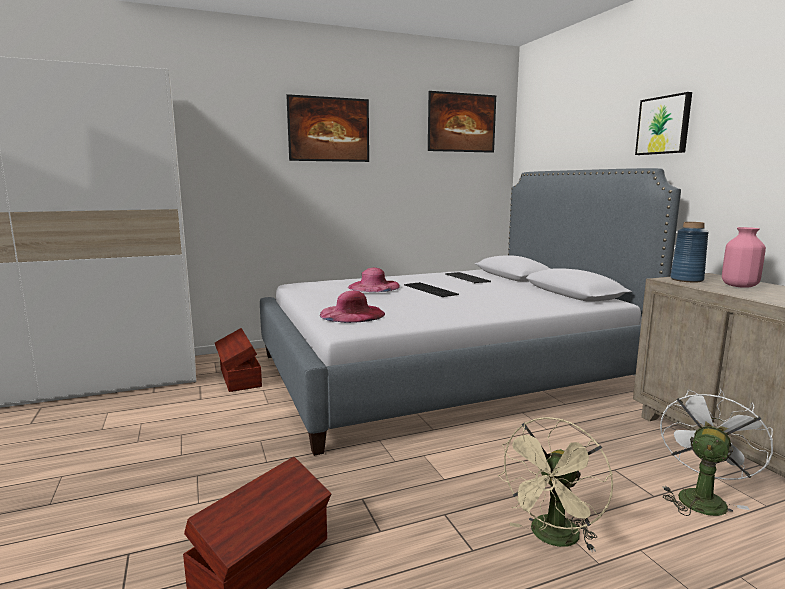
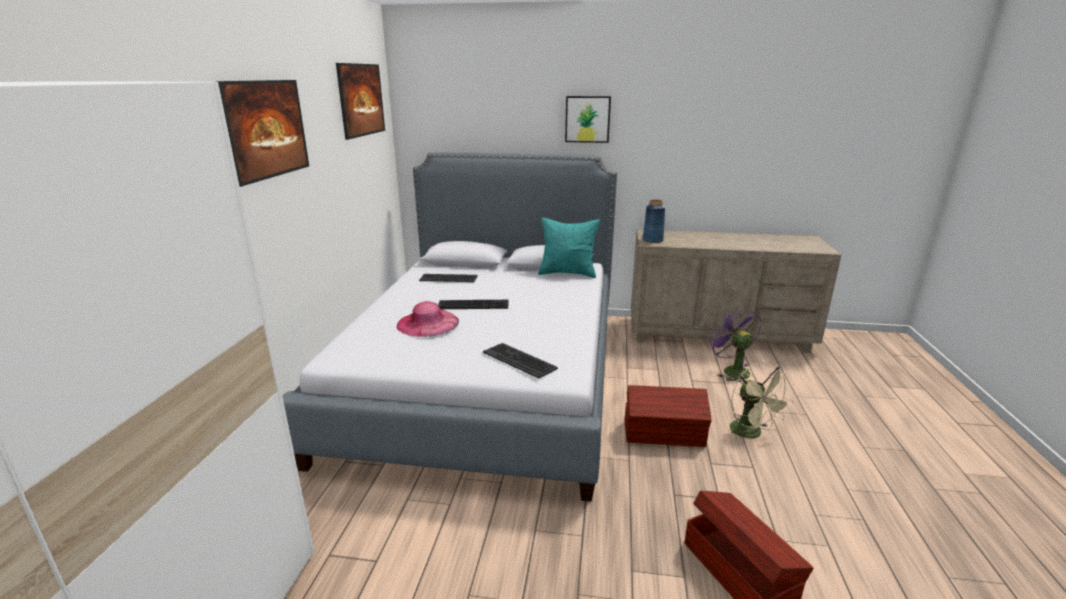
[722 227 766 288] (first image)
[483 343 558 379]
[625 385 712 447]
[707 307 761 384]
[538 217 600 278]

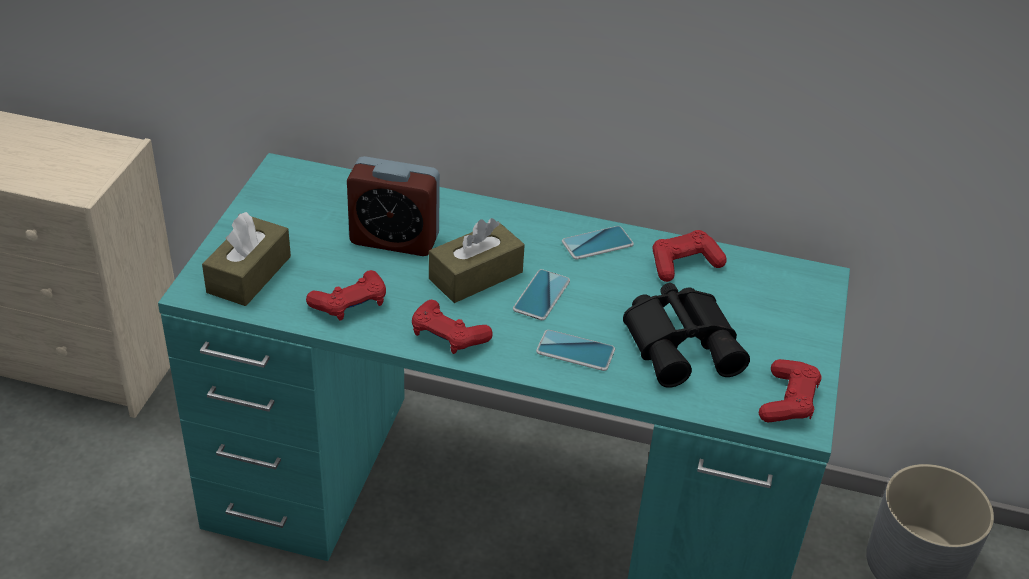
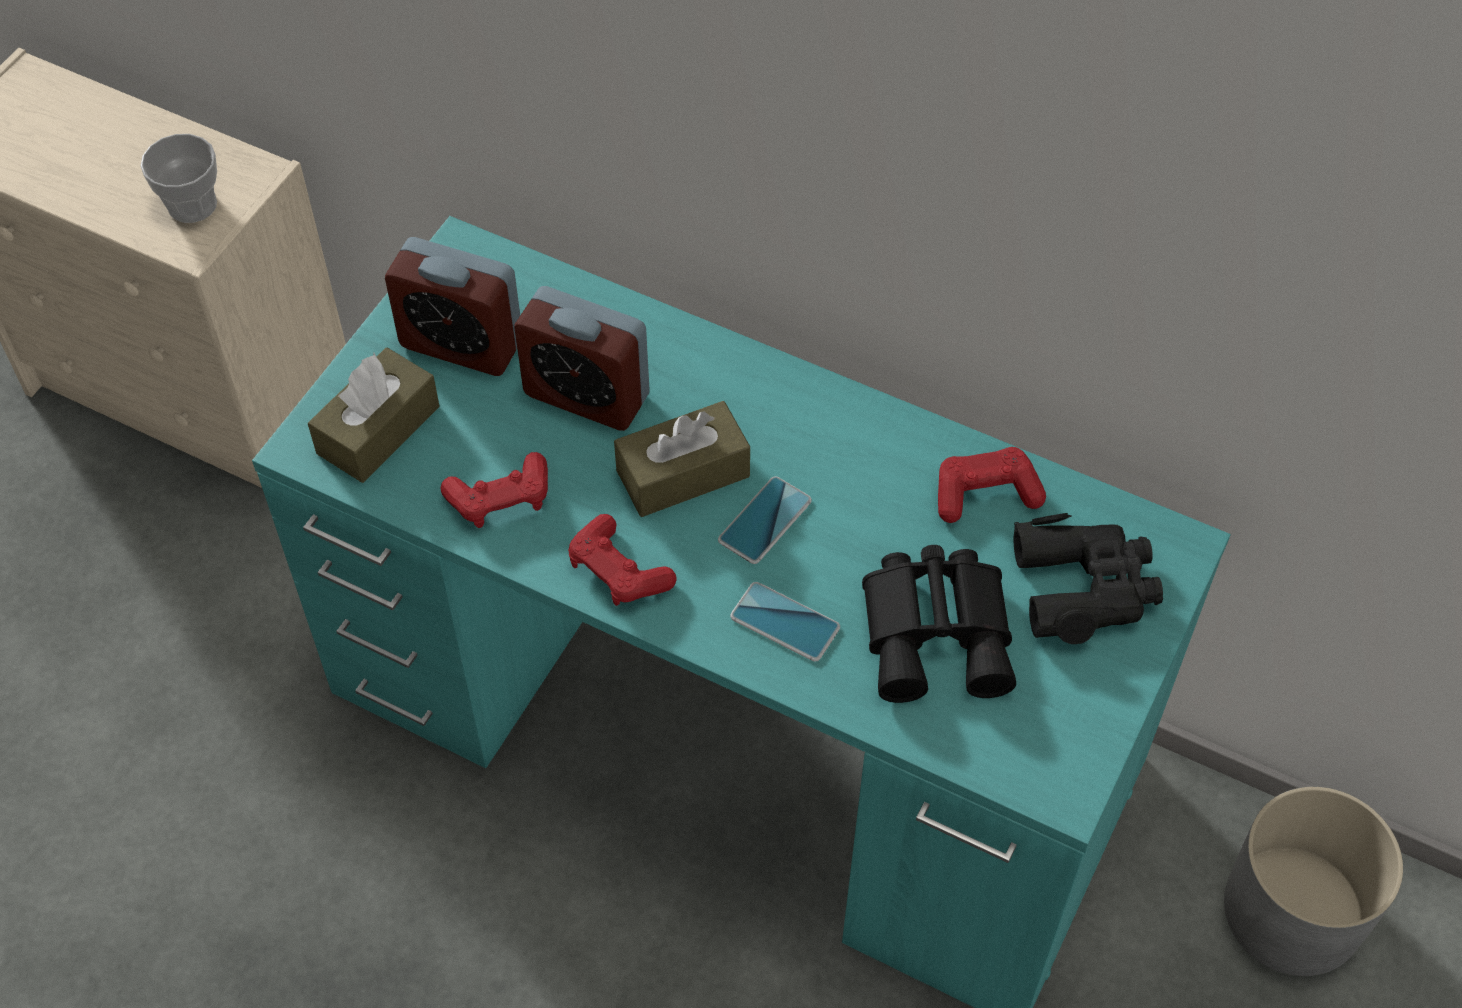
[562 226 634 259] (first image)
[759 359 822 422] (first image)
[141 134 217 223]
[385 237 520 376]
[1014 513 1163 644]

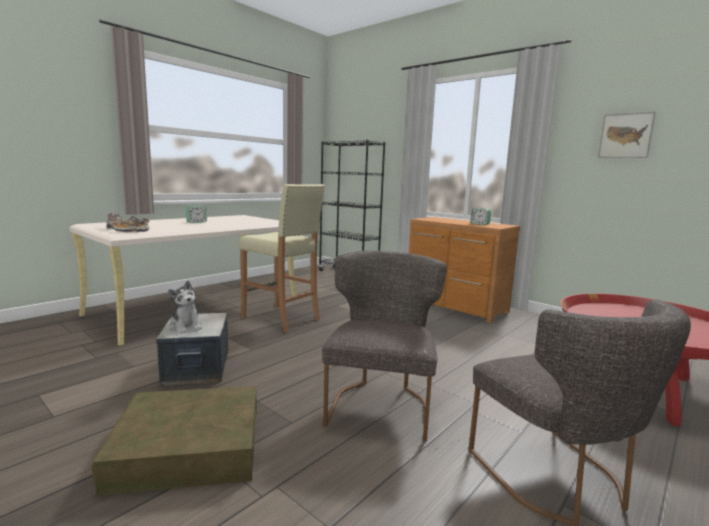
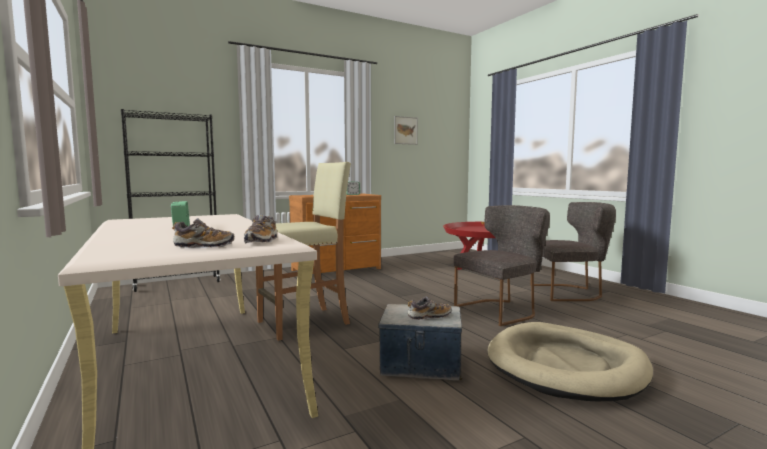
[453 205 550 326]
[408 297 451 320]
[487 322 653 401]

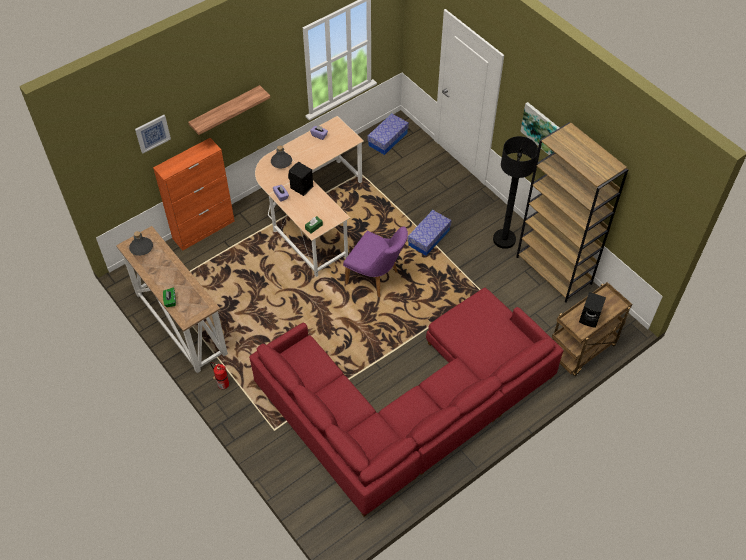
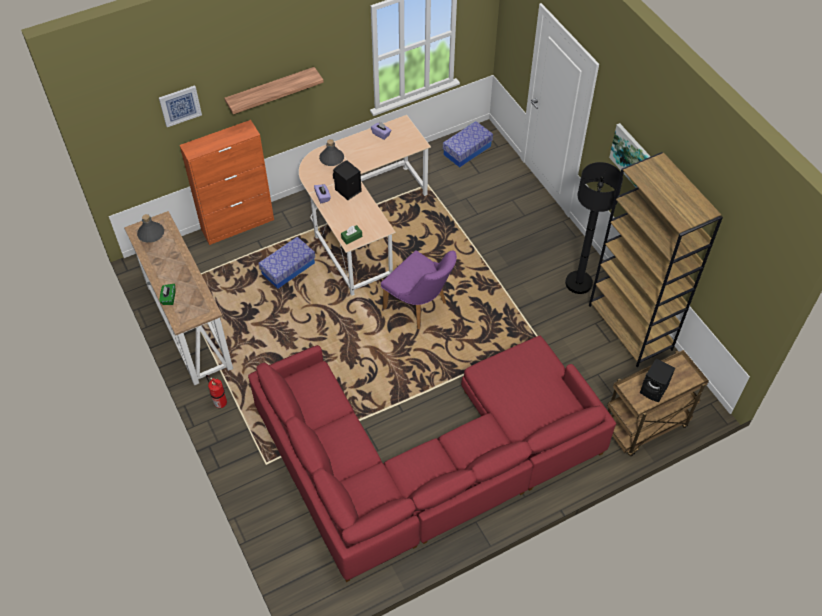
[258 237 315 289]

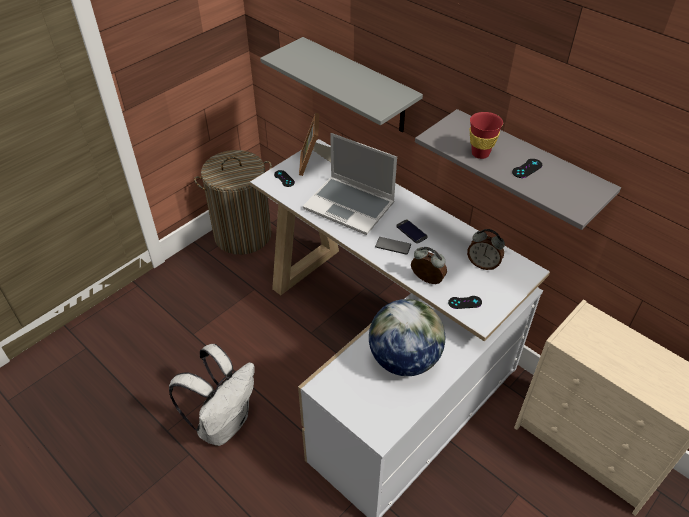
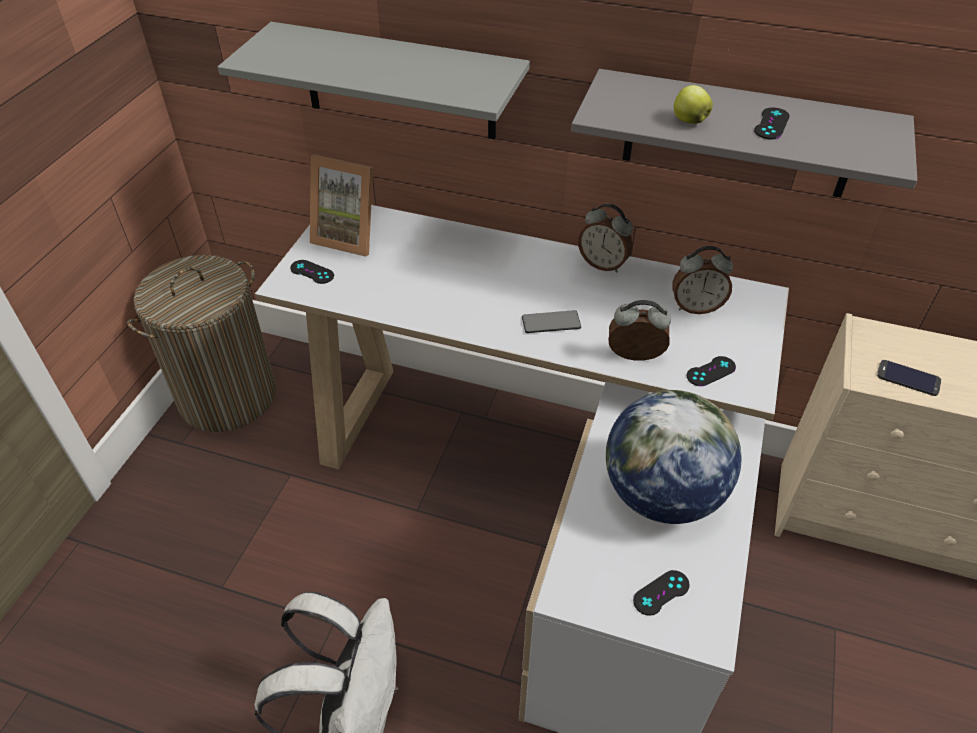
[674 85 713 124]
[310 155 373 257]
[303 133 397 235] (first image)
[877 360 941 396]
[578 203 633 273]
[633 570 690 616]

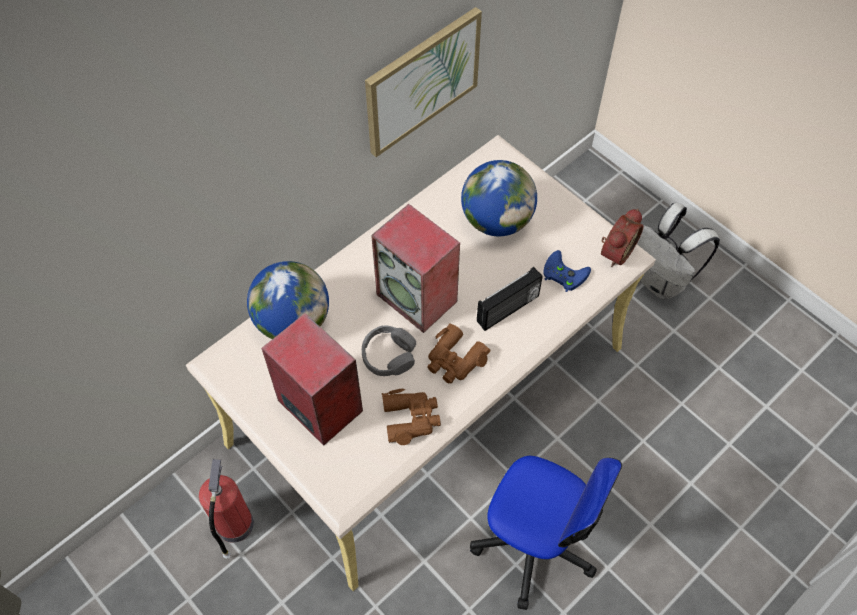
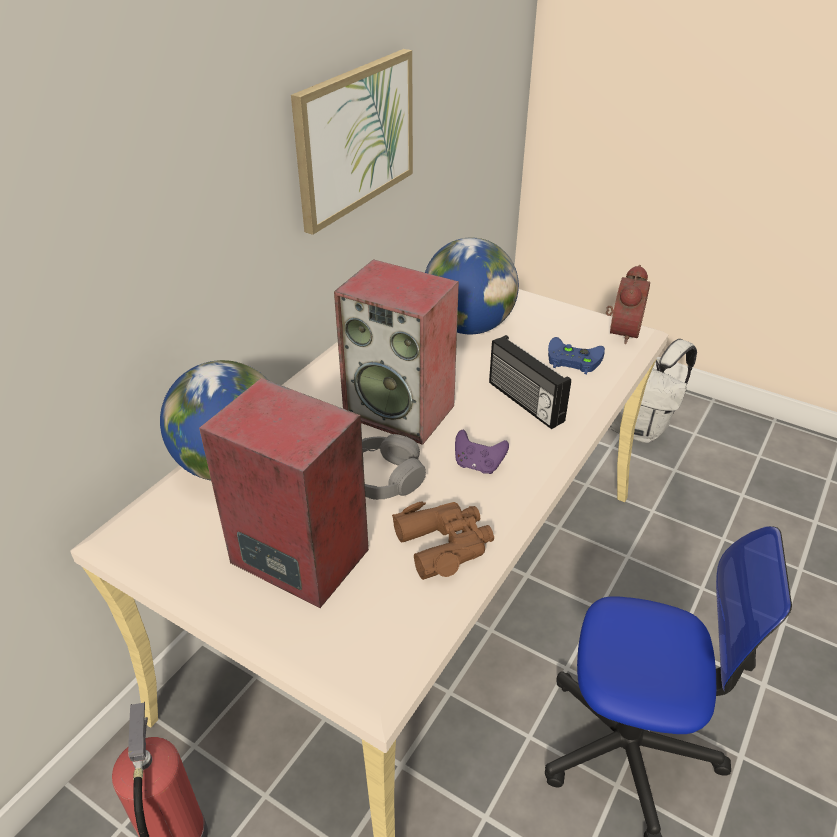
[489 335 571 429]
[455 430 509 474]

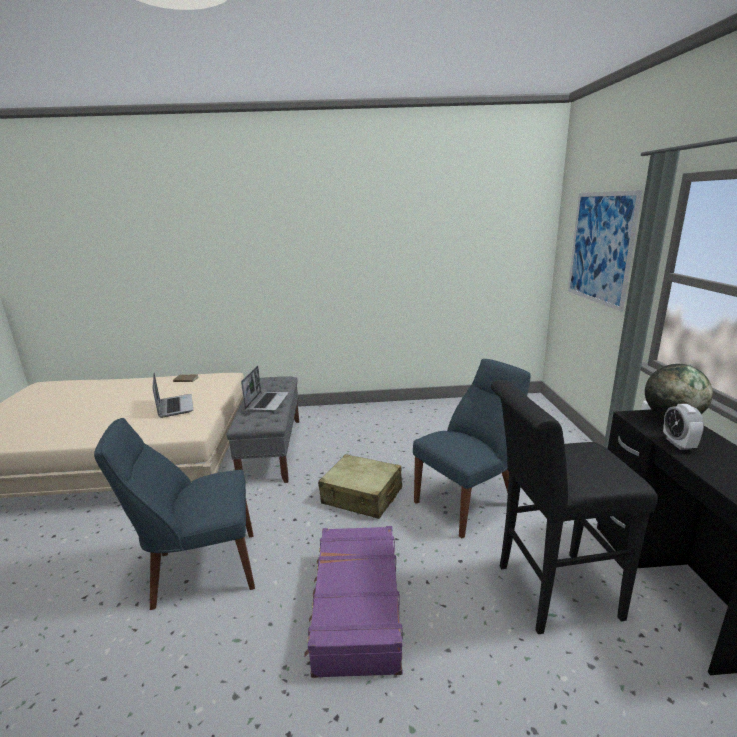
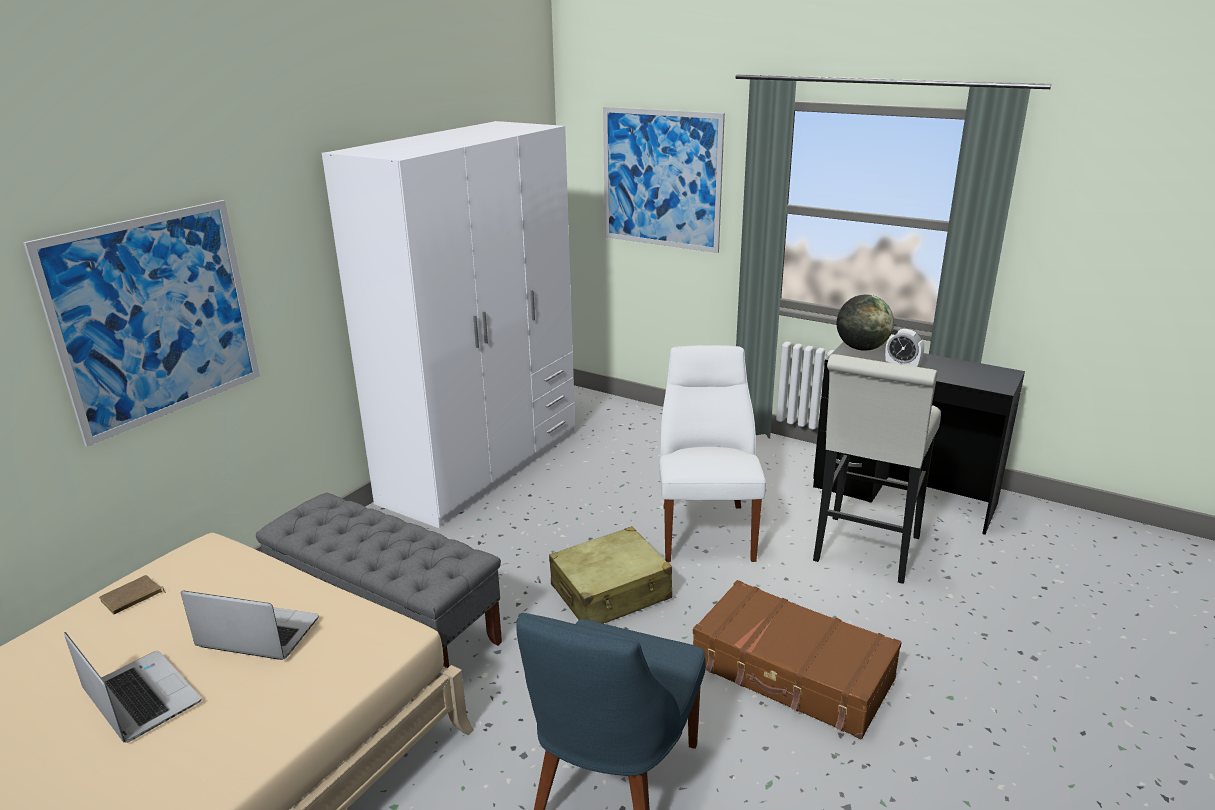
[659 345 766 562]
[64 632 201 743]
[813 354 941 584]
[693 580 902 739]
[322 121 575 528]
[23 200 260 447]

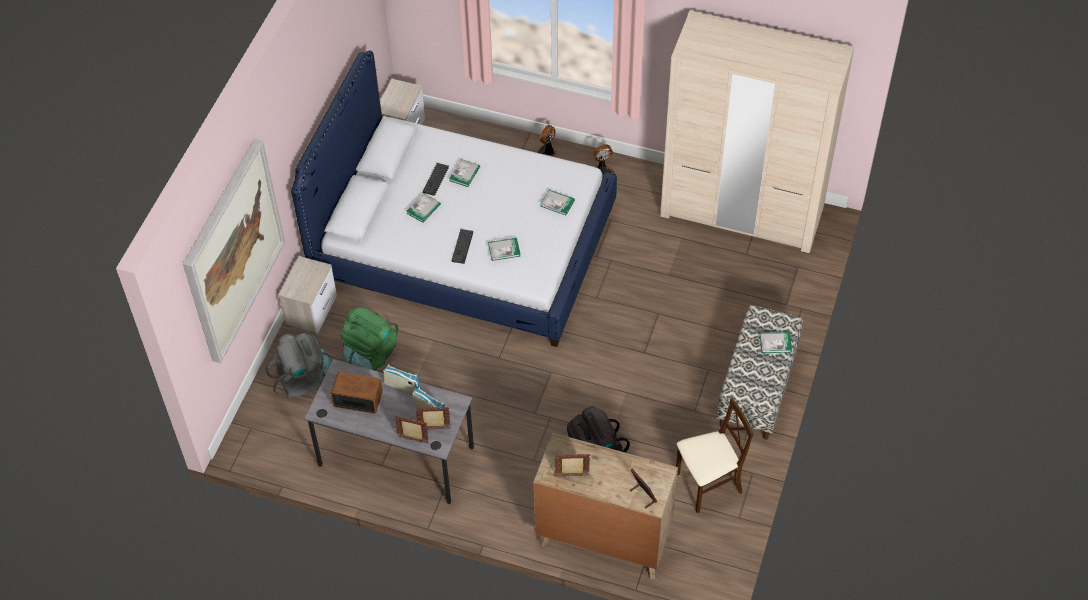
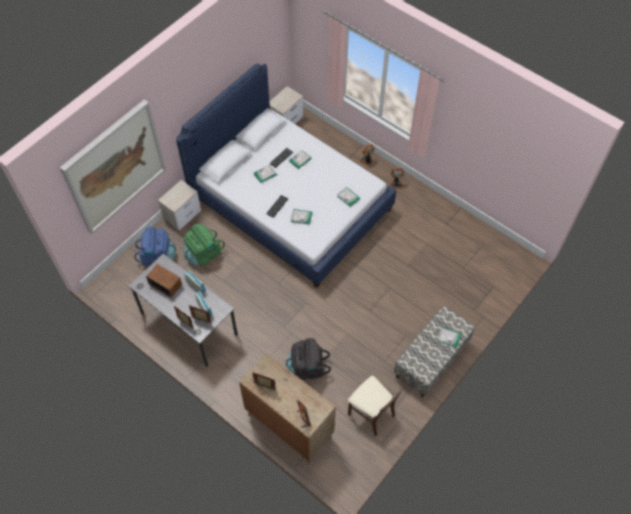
[660 10 854 253] (first image)
[134 227 176 266]
[348 376 403 436]

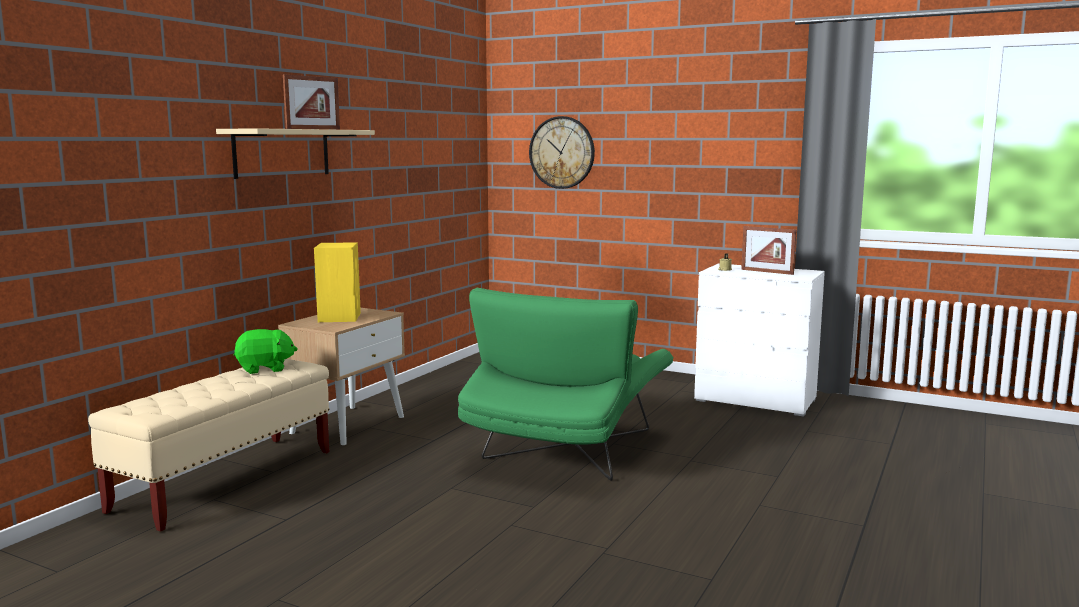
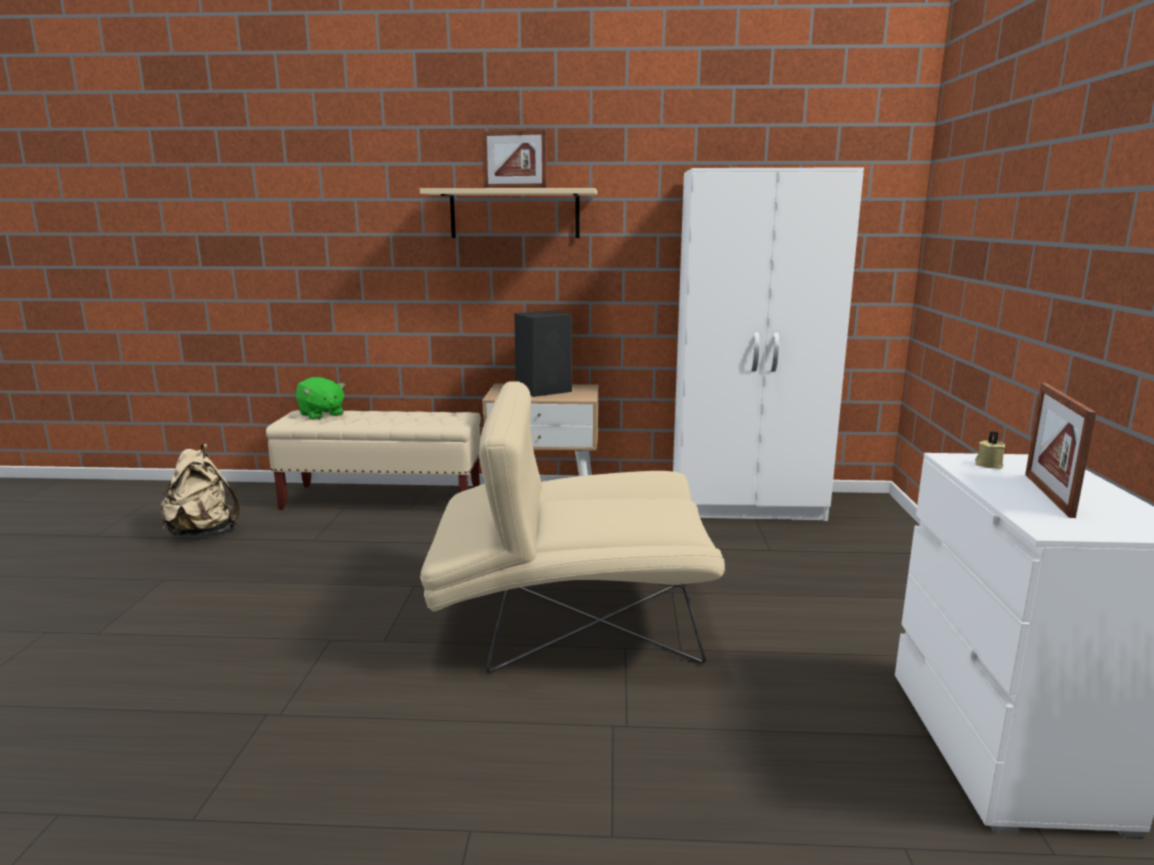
[529 116 595 189] (first image)
[514 311 572 397]
[420 381 725 674]
[296 377 345 420]
[673 167 864 521]
[160 444 240 537]

